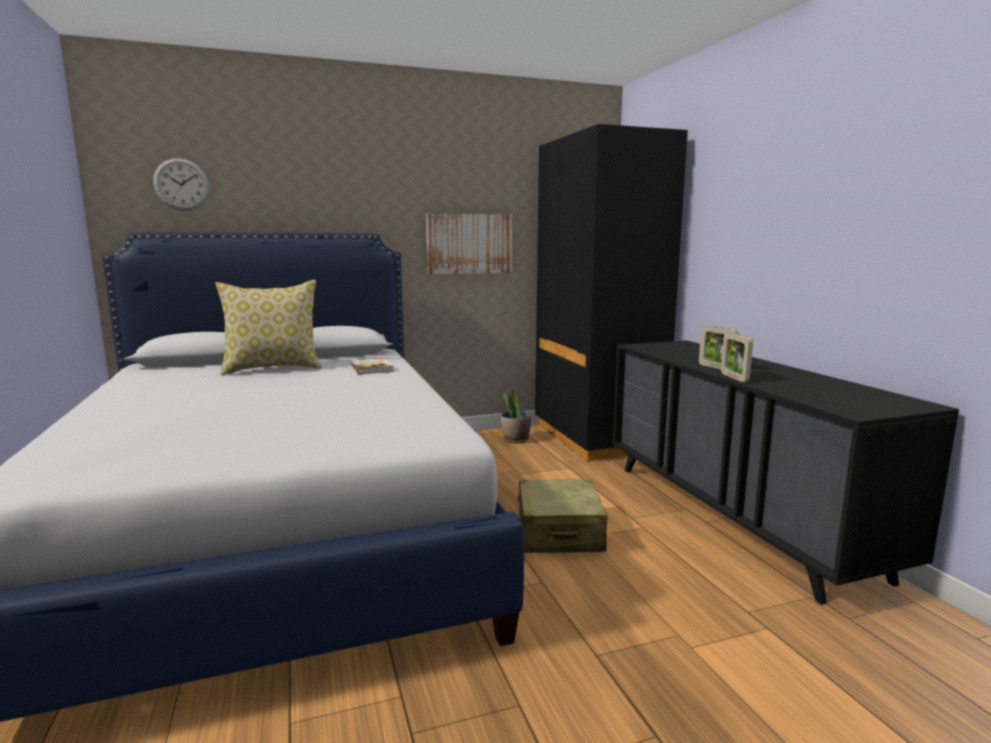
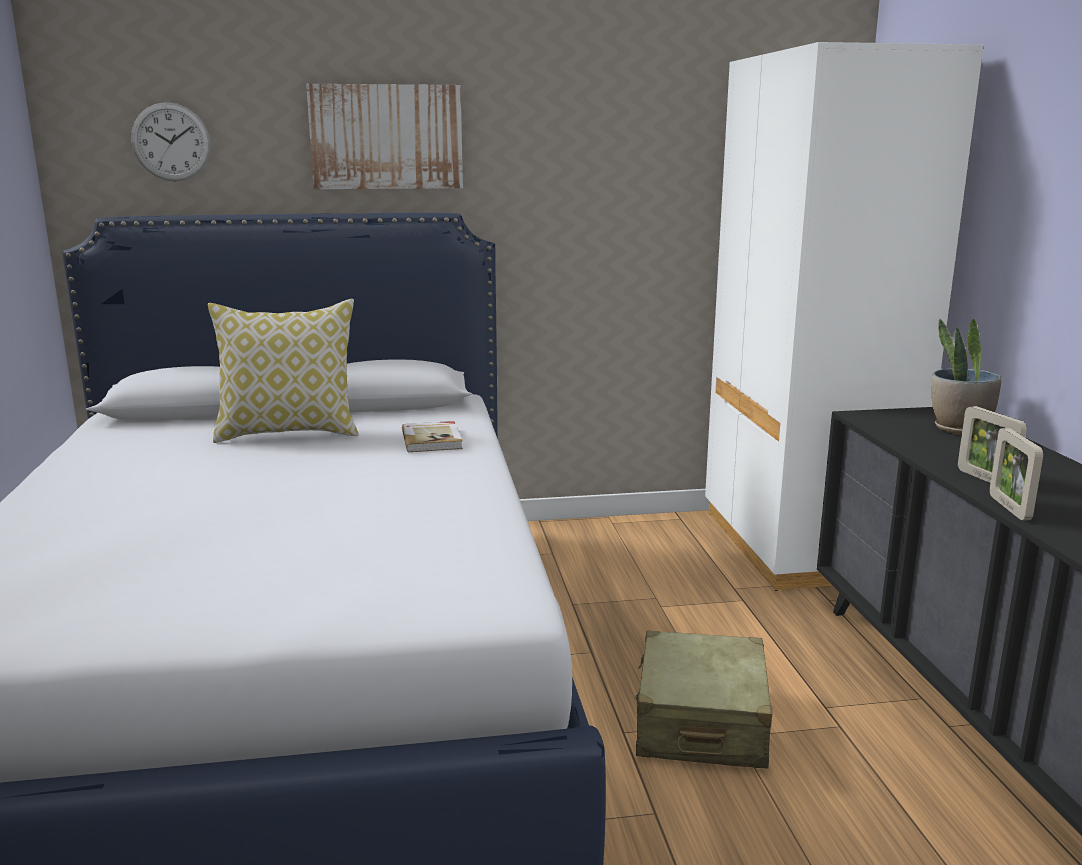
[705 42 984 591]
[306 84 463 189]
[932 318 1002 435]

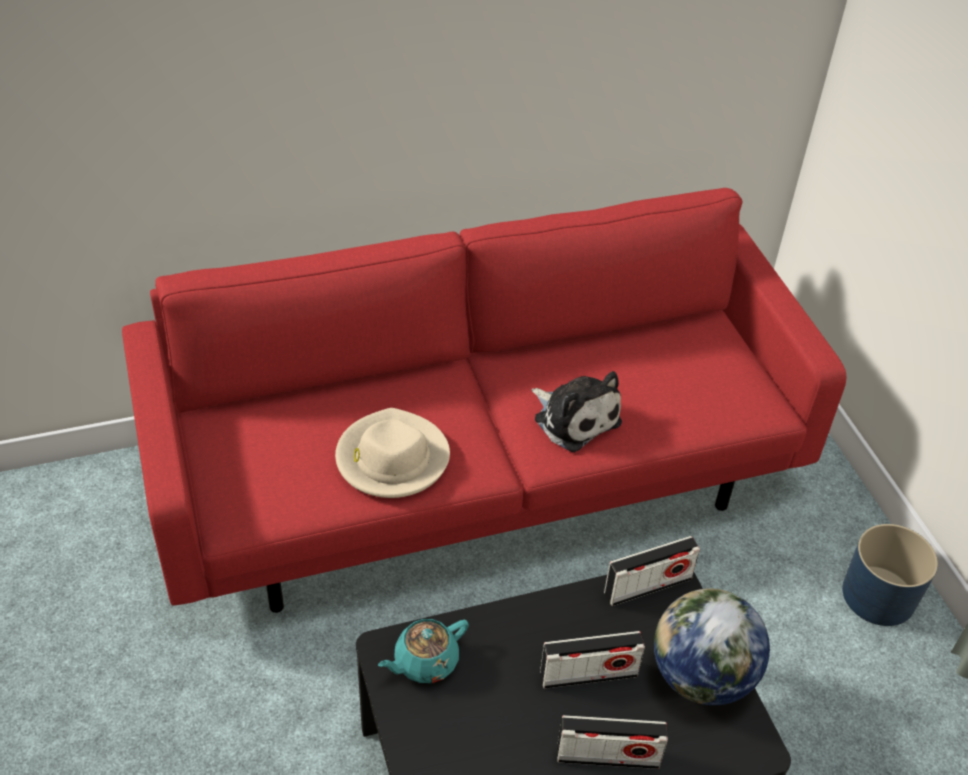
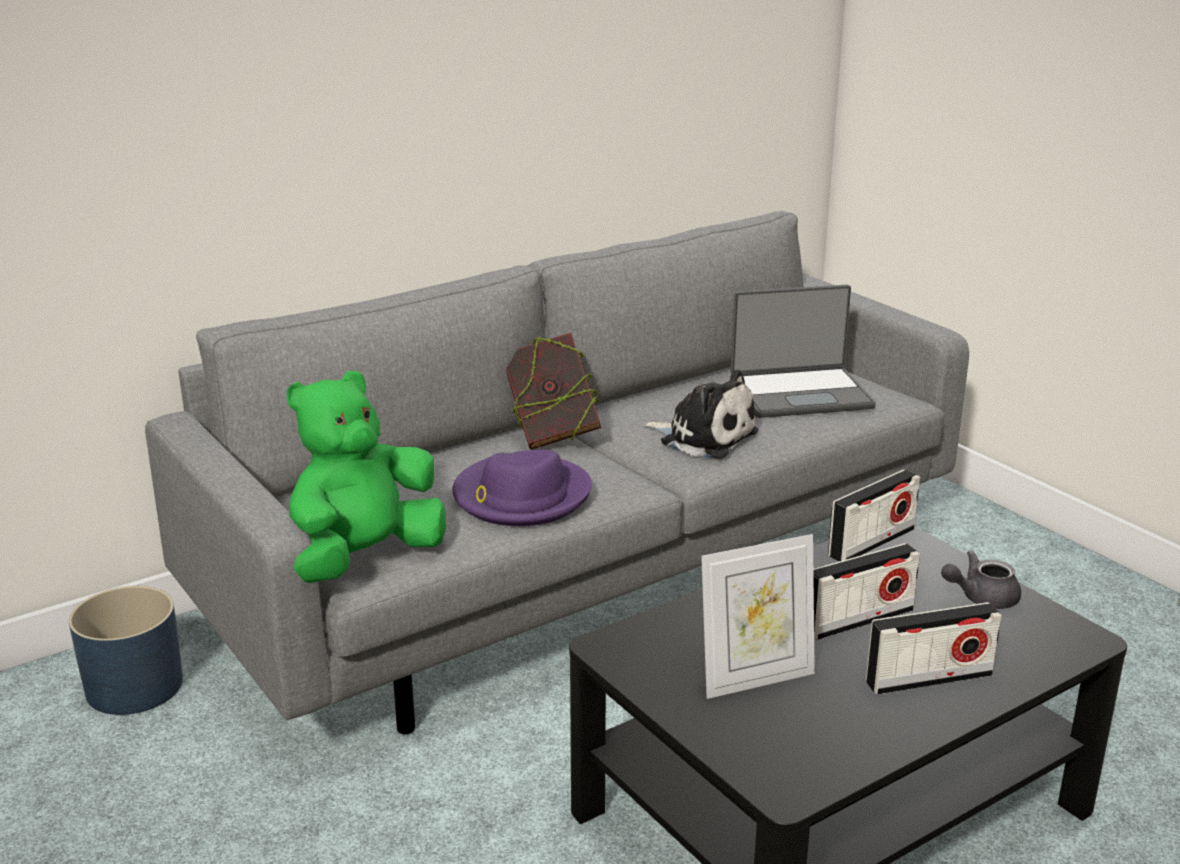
[145 211 969 734]
[452 450 592 526]
[69 586 183 715]
[941 550 1021 609]
[378 619 469 683] (first image)
[731 284 876 418]
[506 333 601 450]
[287 371 446 583]
[701 534 815 699]

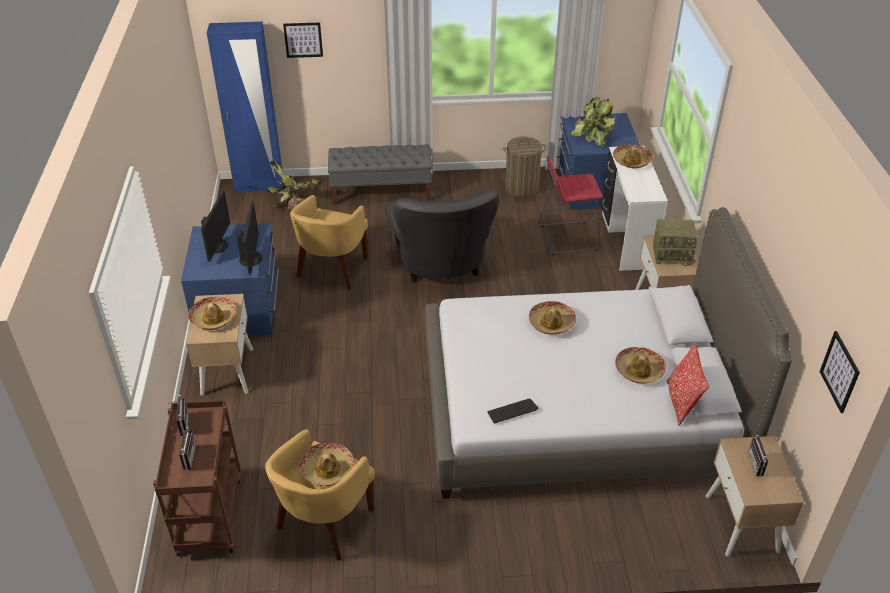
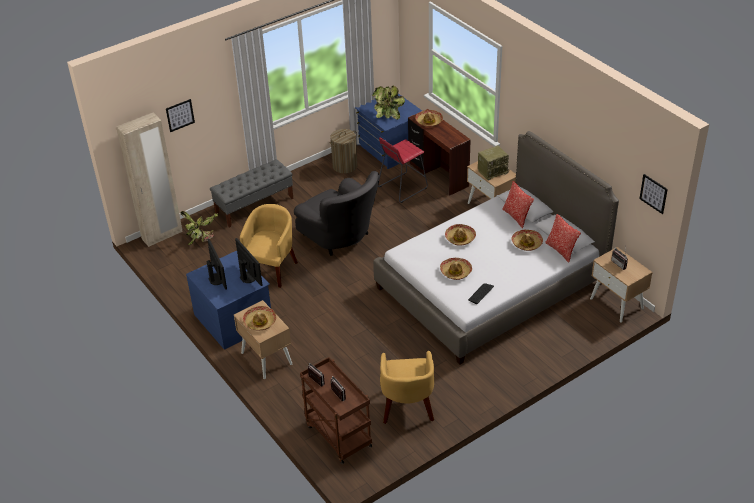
[116 113 183 247]
[408 109 471 196]
[240 204 298 288]
[440 258 472 280]
[502 181 534 228]

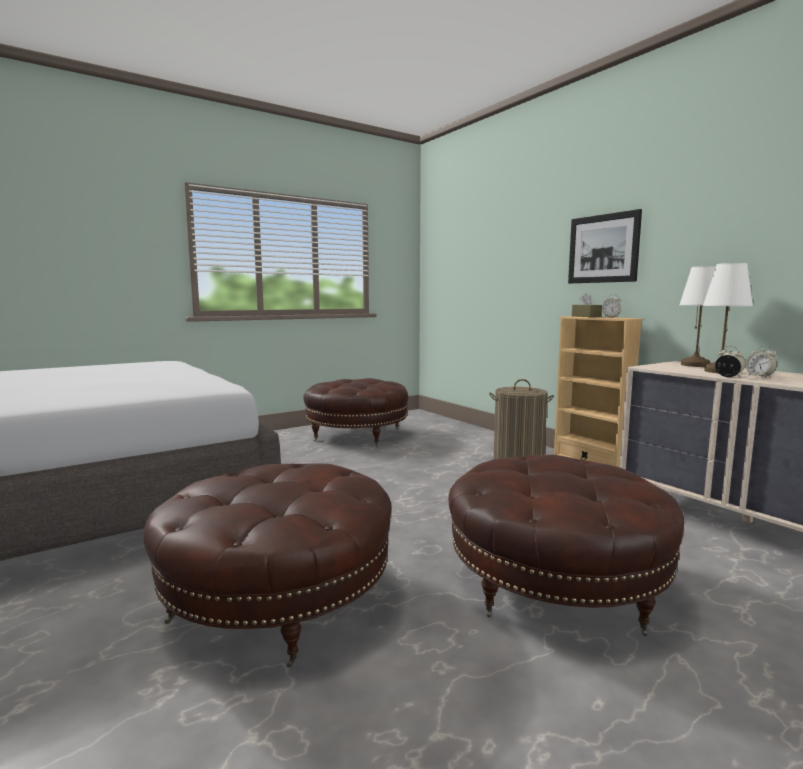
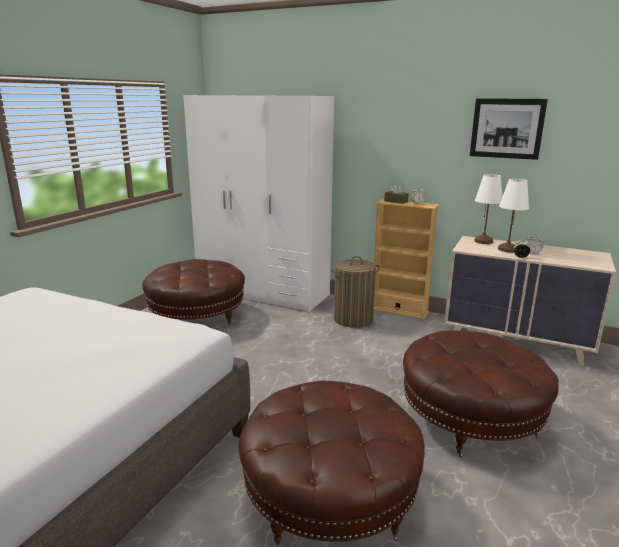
[470 98 548 160]
[183 95 334 312]

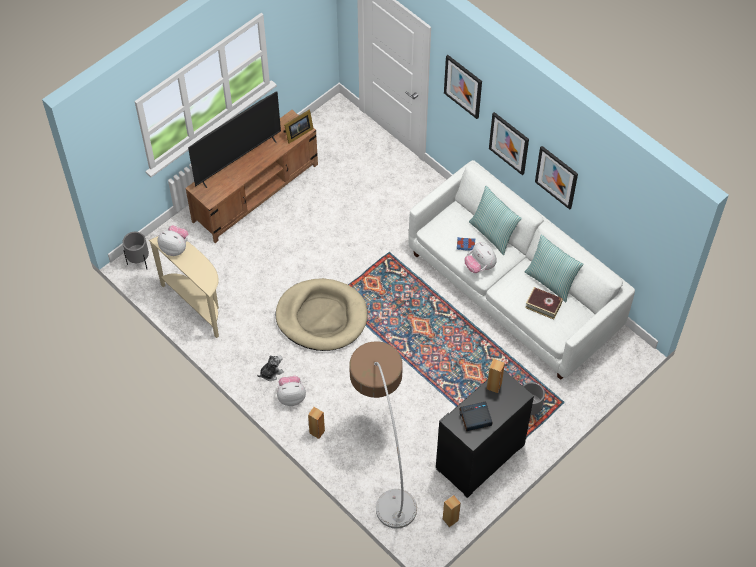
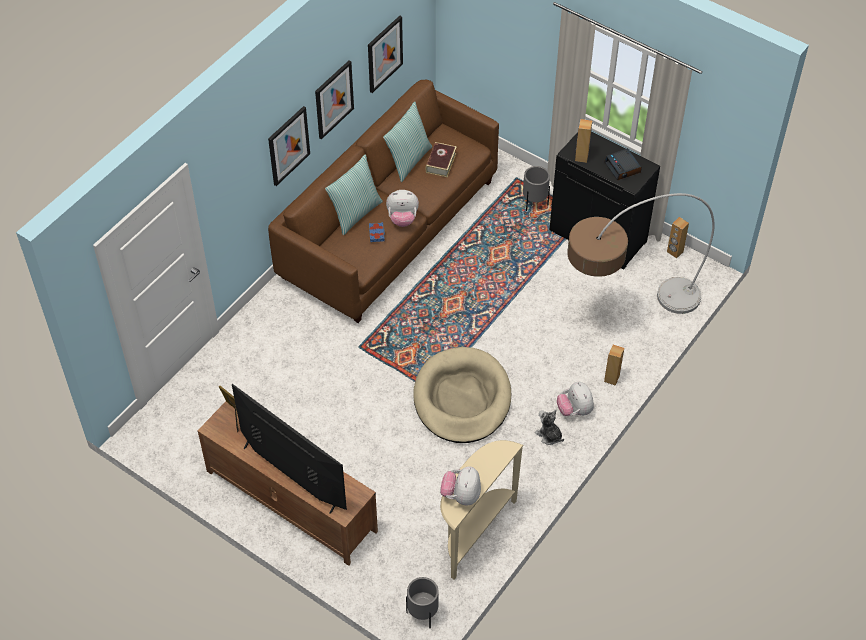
[368 16 403 93]
[268 80 499 323]
[386 190 419 227]

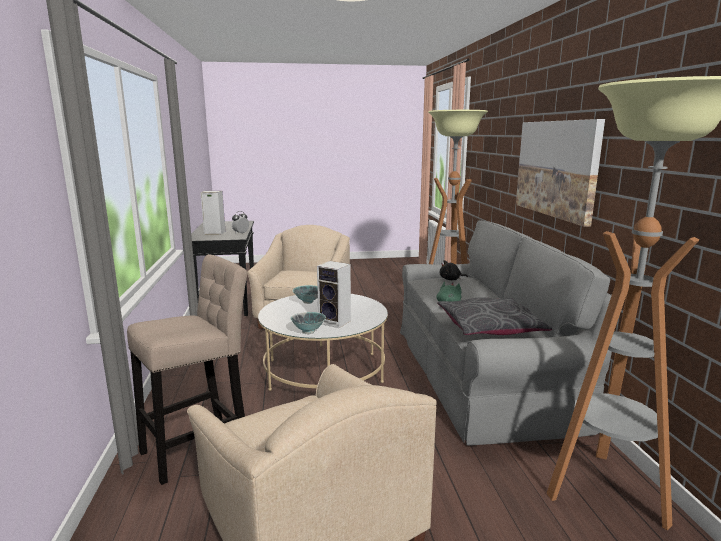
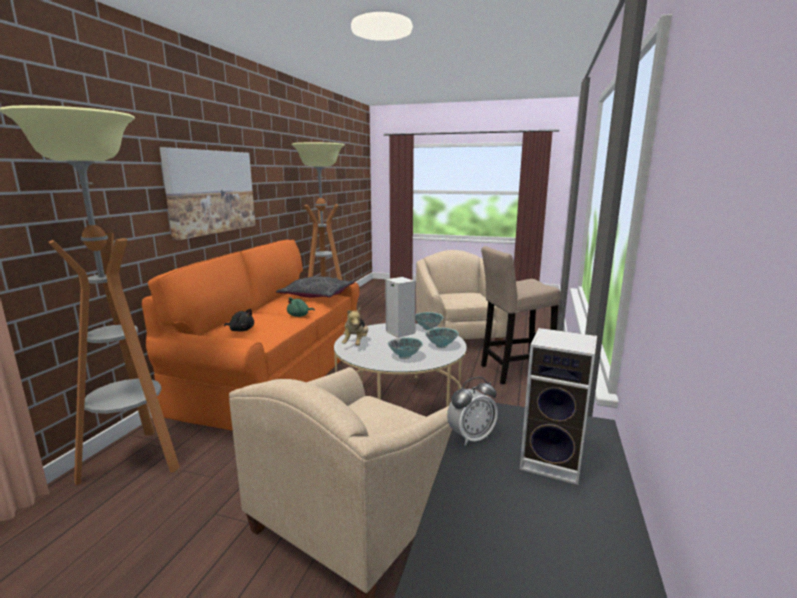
[142 240 359 431]
[342 307 368 346]
[425 328 459 348]

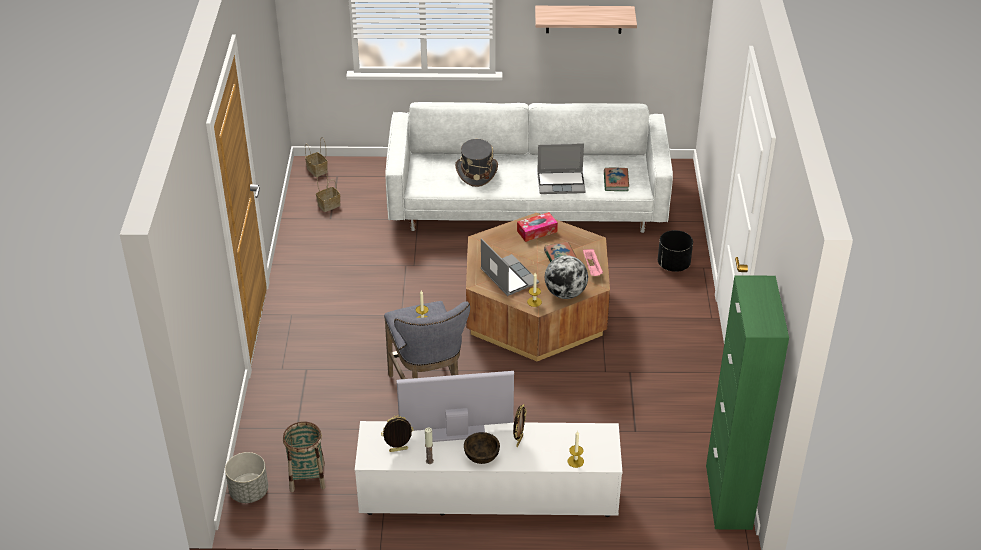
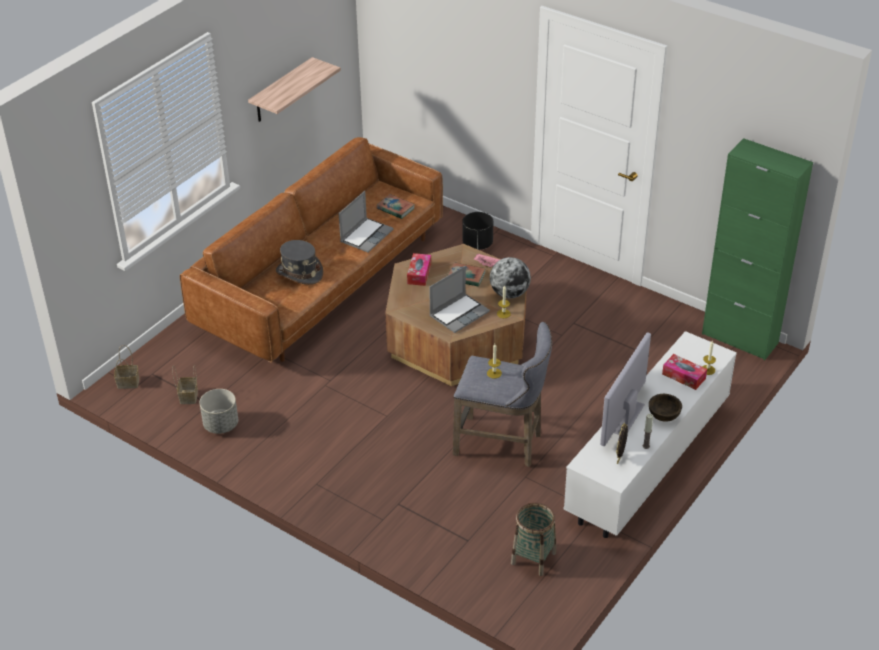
[180 137 443 363]
[429 266 490 333]
[513 404 526 447] (first image)
[200 389 238 434]
[662 354 707 390]

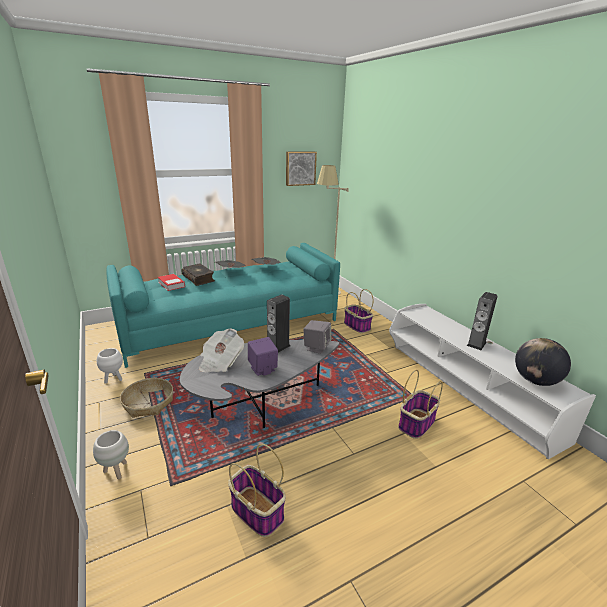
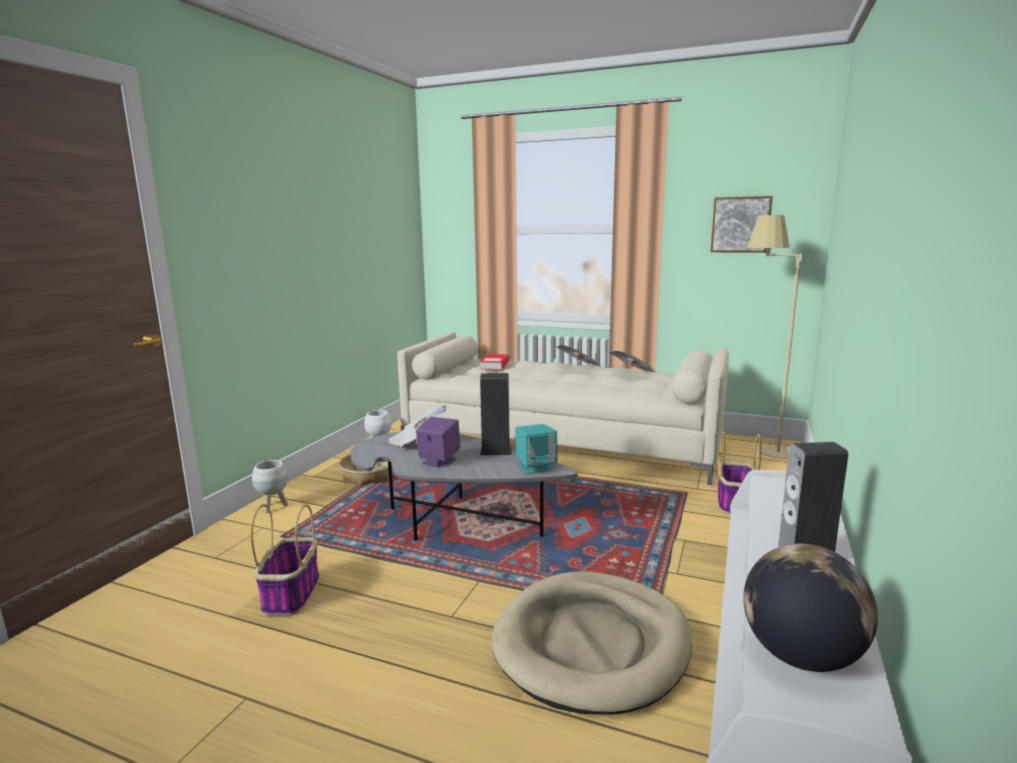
[397 332 729 485]
[181 263 215 286] (first image)
[515 424 558 474]
[491 571 692 714]

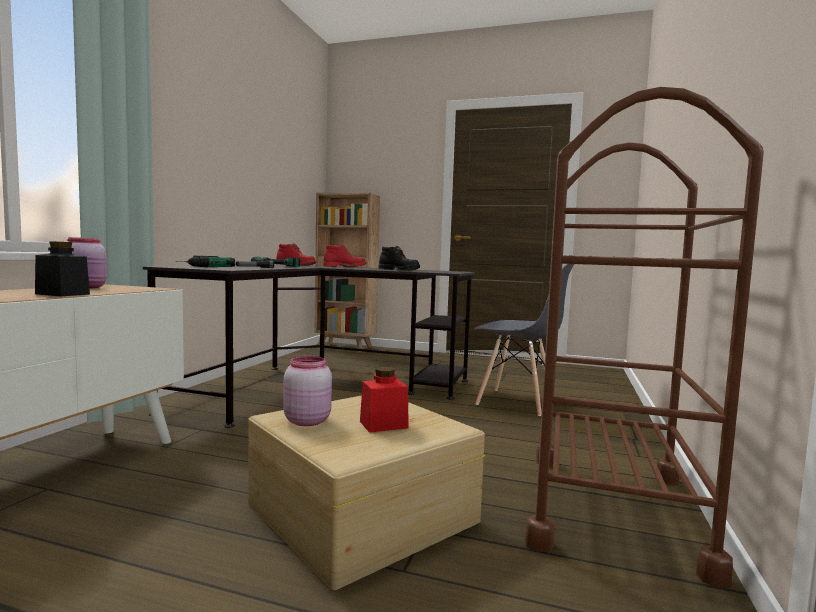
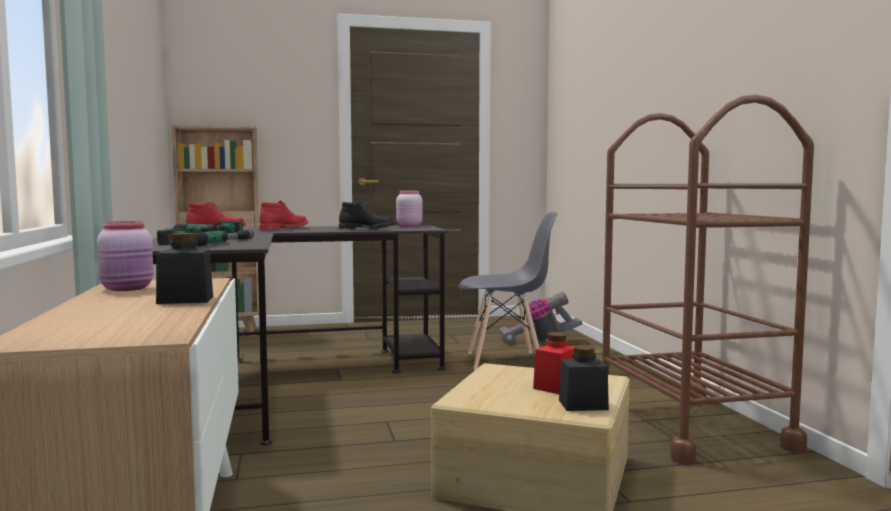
[396 191 423 227]
[499 291 583 343]
[559 345 609 411]

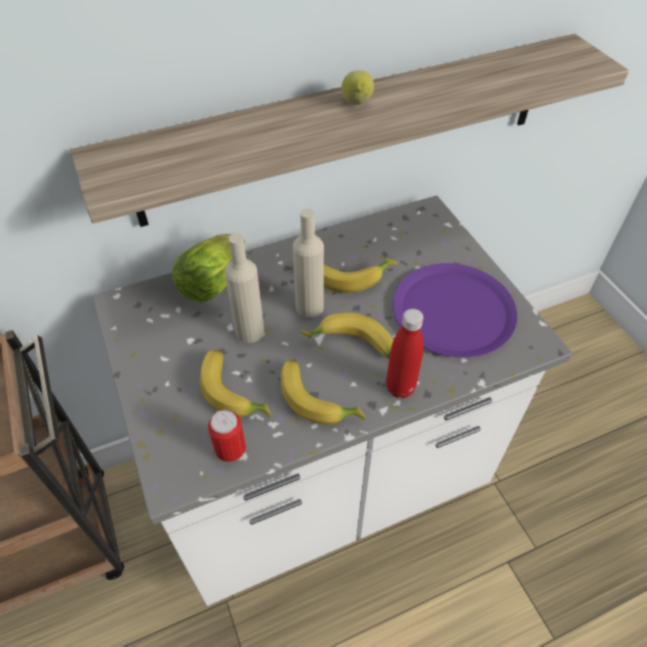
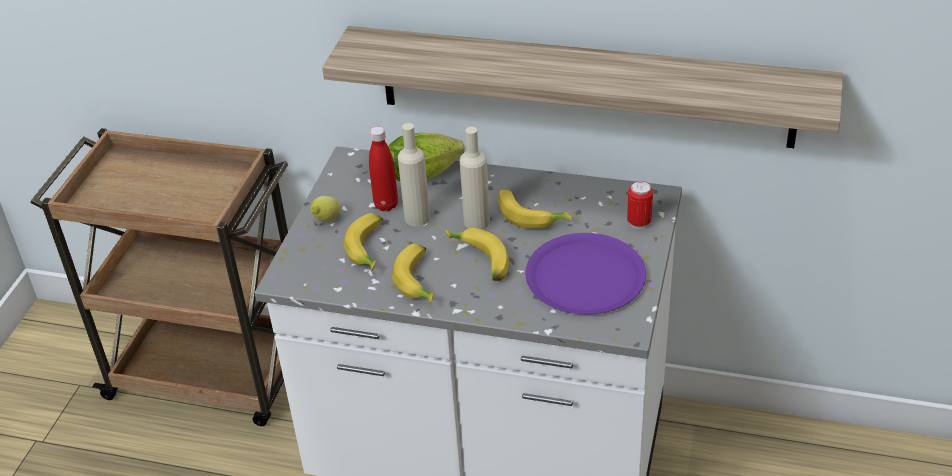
[310 196 340 222]
[369 126 398 211]
[627 181 653 229]

